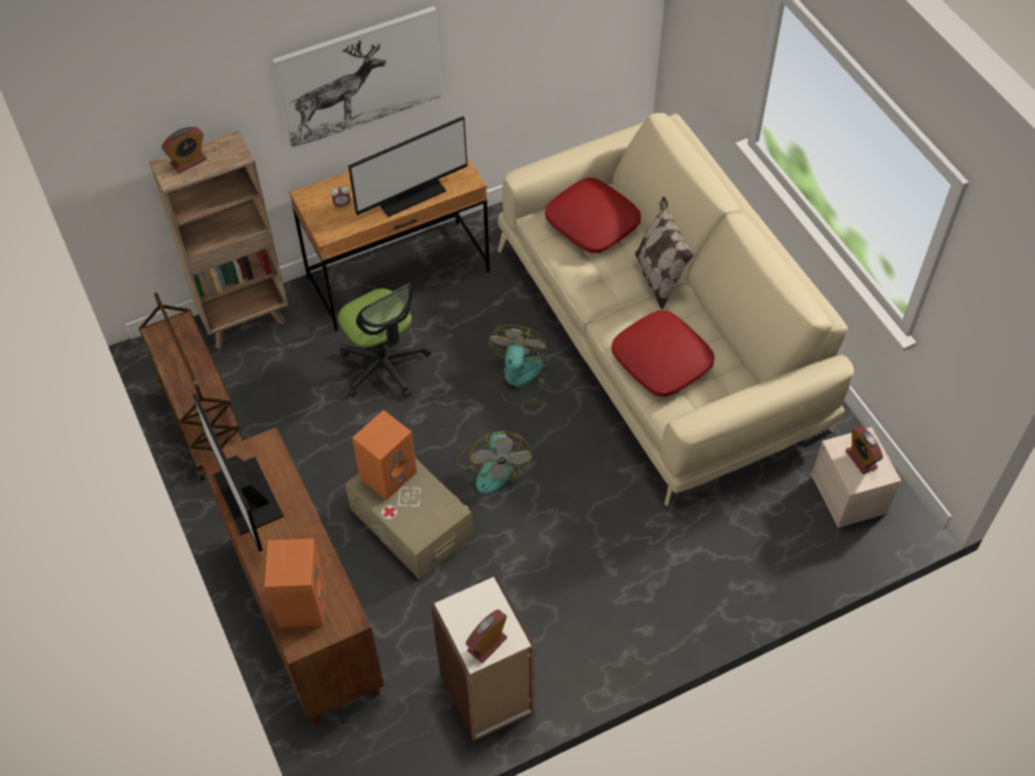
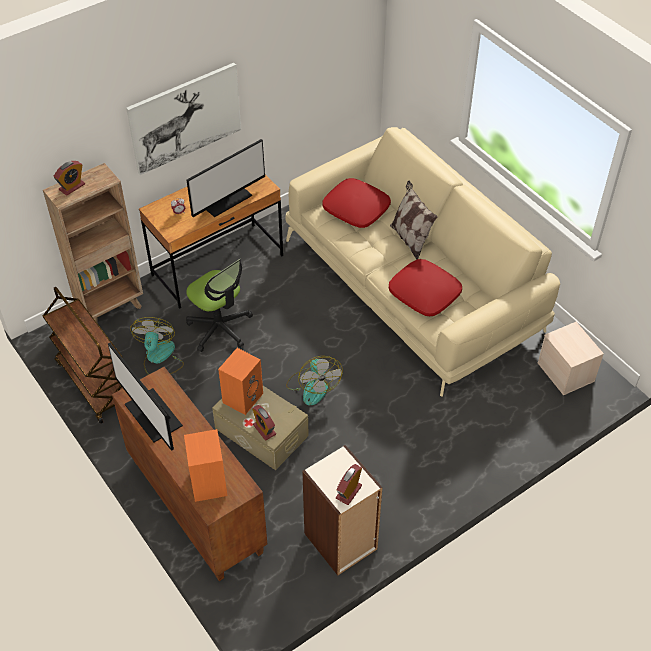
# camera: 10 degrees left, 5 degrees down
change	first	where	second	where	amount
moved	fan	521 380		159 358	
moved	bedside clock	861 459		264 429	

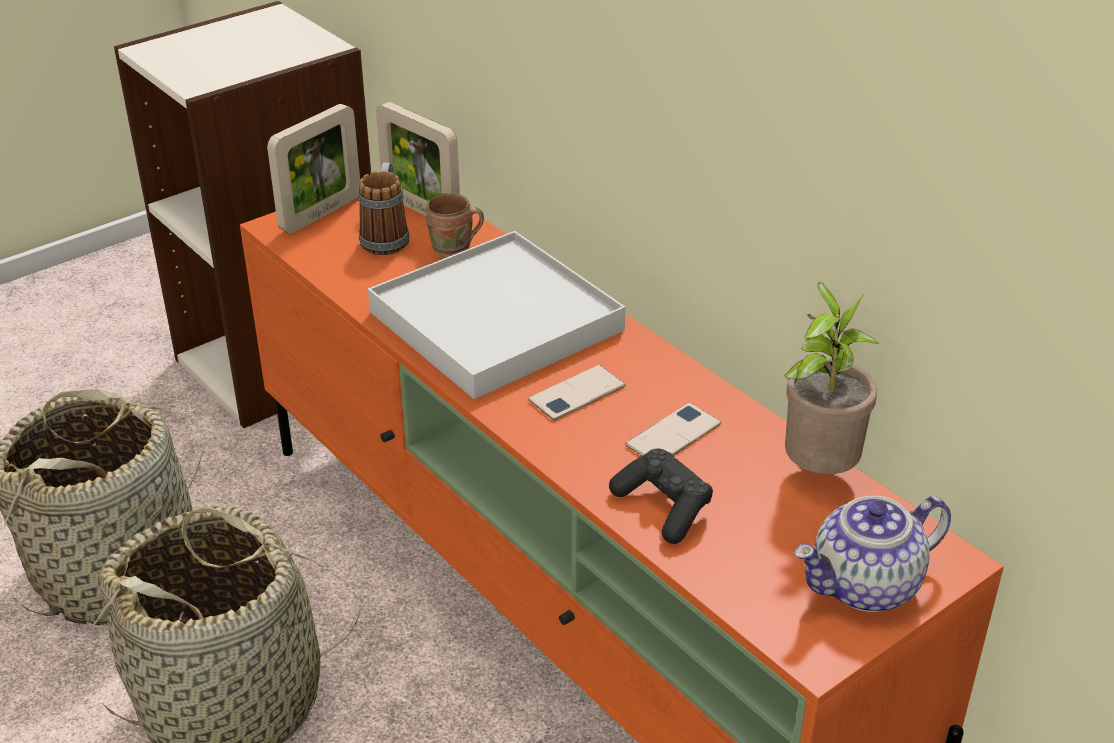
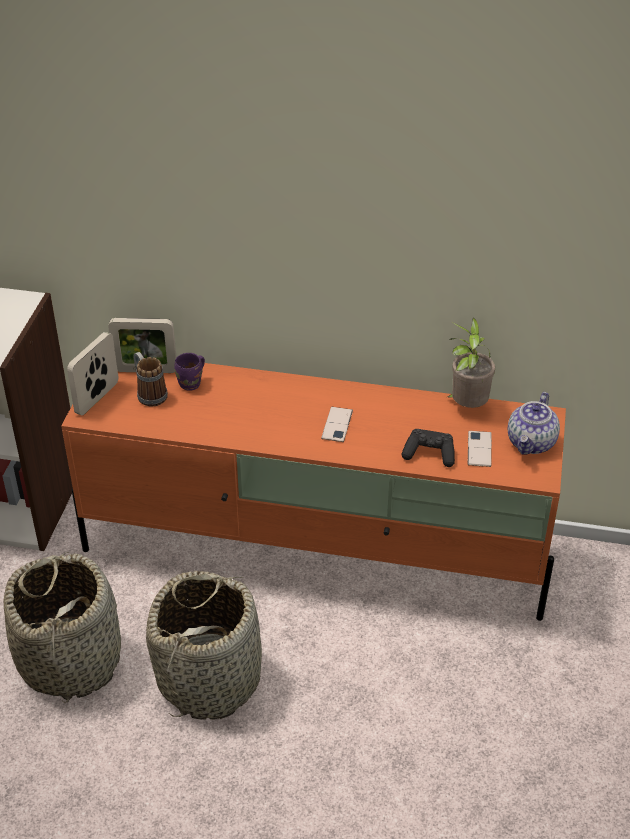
# camera: 40 degrees left, 5 degrees up
change	first	where	second	where	amount
turned	photo frame	321 214		97 398	150 degrees counterclockwise
recoloured	brown mug	454 250	purple mug	192 384	
removed	whitish serving tray	496 321			
moved	phone	673 435		479 449	

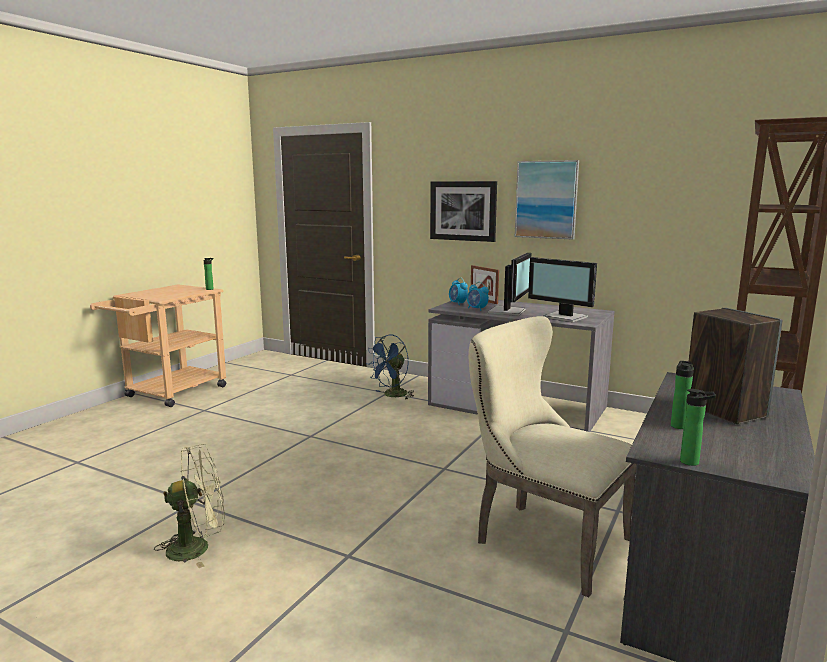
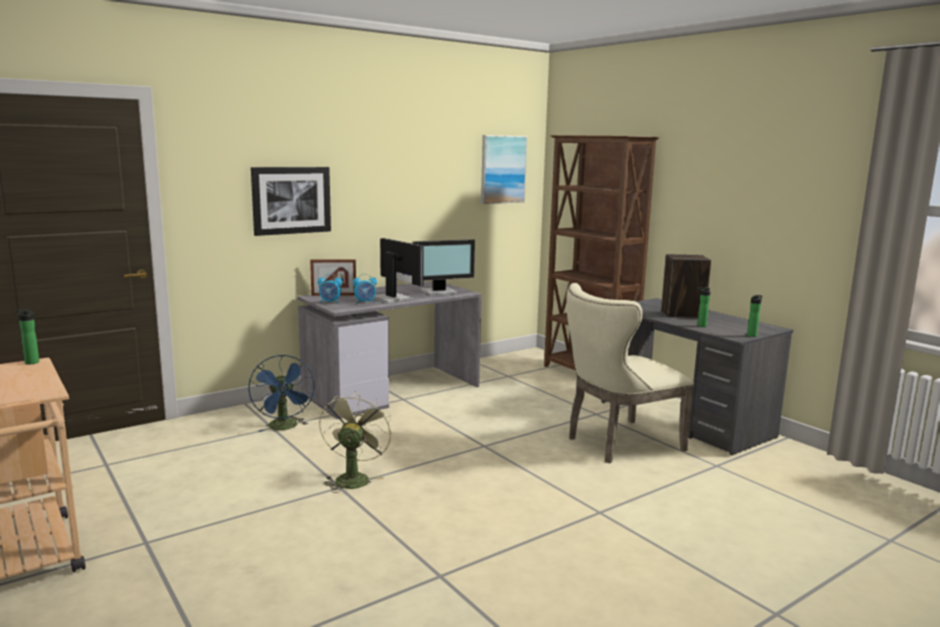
# camera: 65 degrees left, 0 degrees up
change	first	where	second	where	amount
moved	wall art	546 199		502 169	
moved	green fan	198 547		353 478	

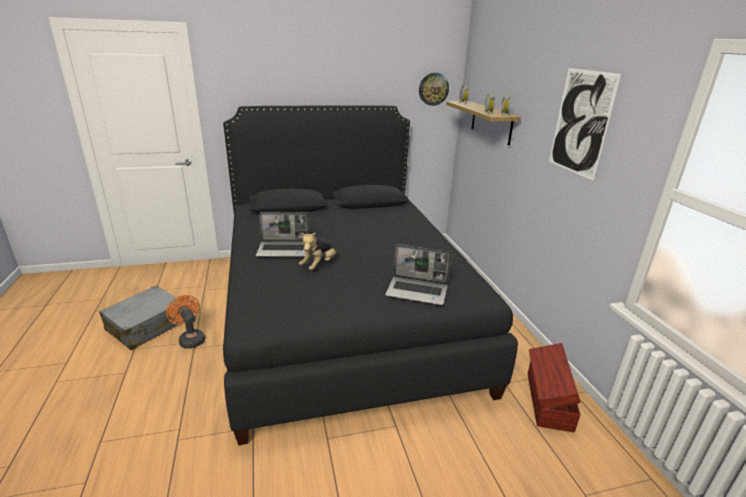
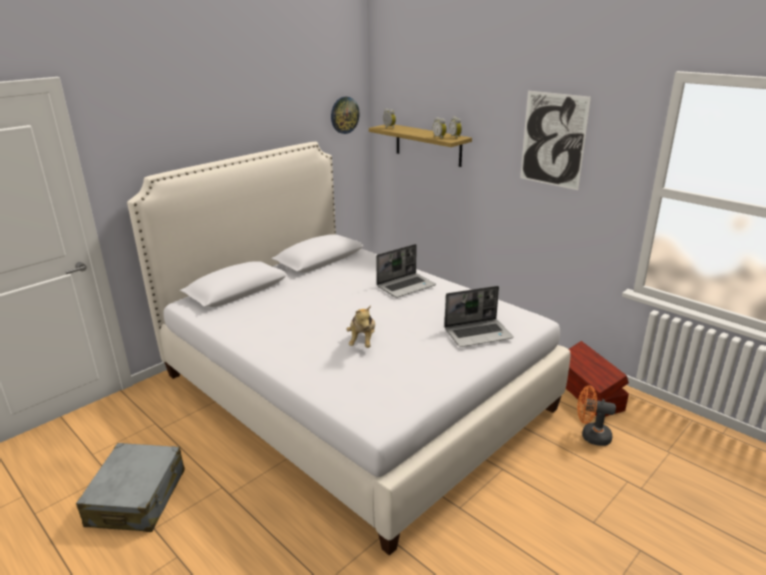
# camera: 30 degrees left, 0 degrees up
change	first	where	second	where	amount
recoloured	black-coloured sleeping bed	342 313	whitish sleeping bed	351 391	
moved	portable computer	284 250		406 286	
moved	orange-coloured fan	190 339		591 436	

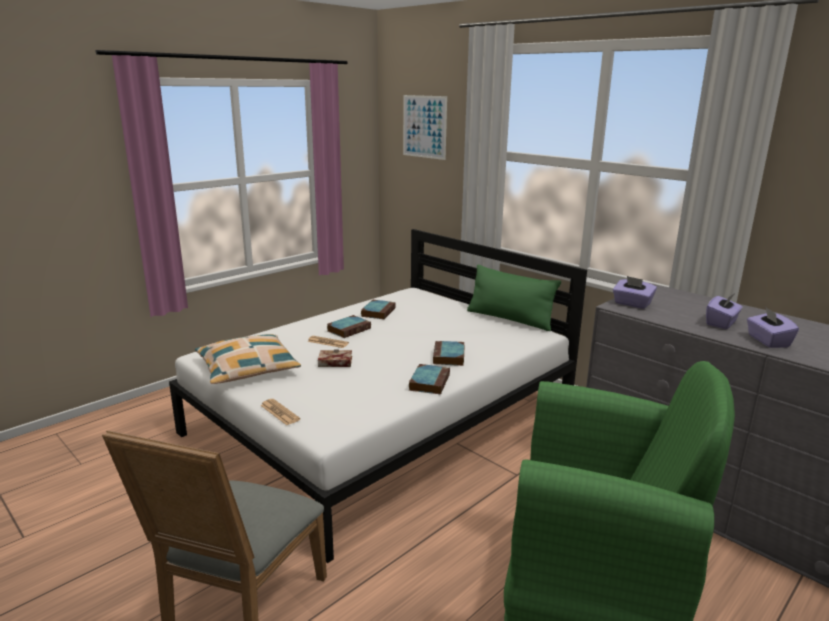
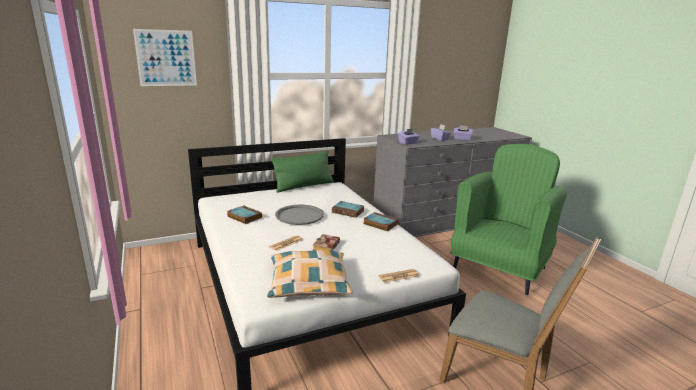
# camera: 70 degrees left, 0 degrees up
change	first	where	second	where	amount
removed	bound book	349 329			
added			gray serving tray	299 215	

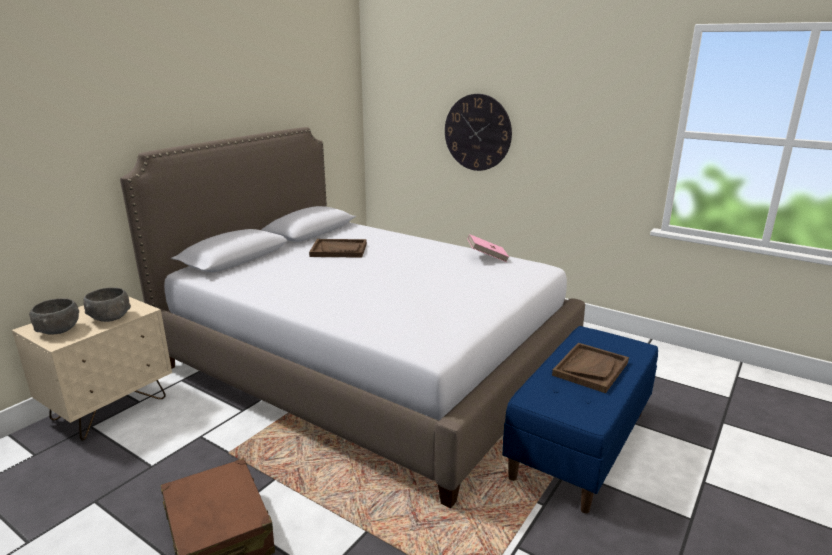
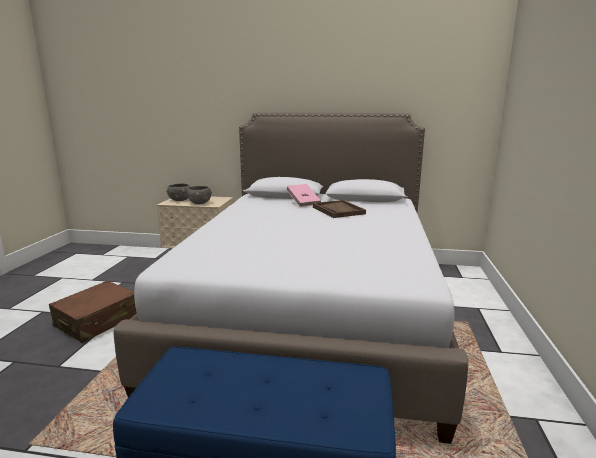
# camera: 65 degrees right, 5 degrees down
change	first	where	second	where	amount
removed	hanging clock	477 132			
moved	pinkish bound book	487 257		303 203	
removed	brown serving tray	590 369			

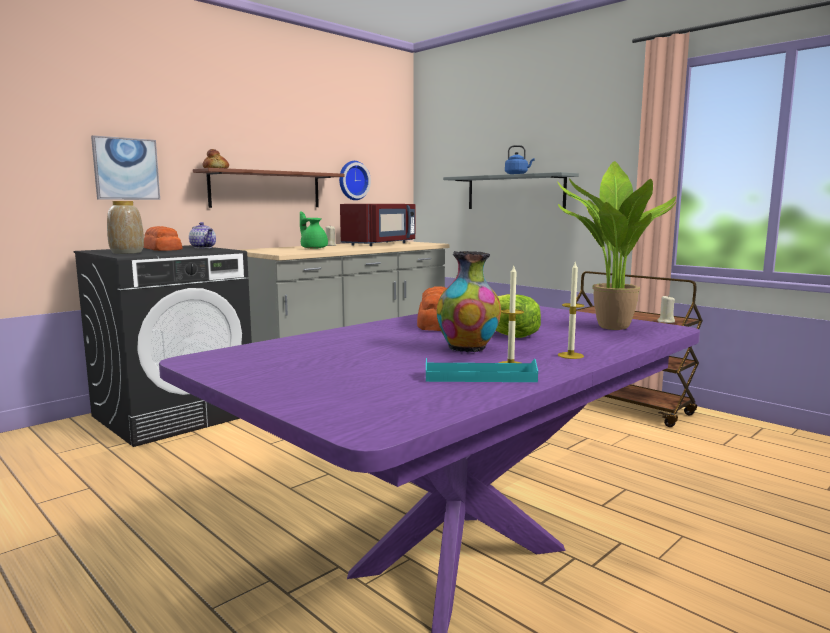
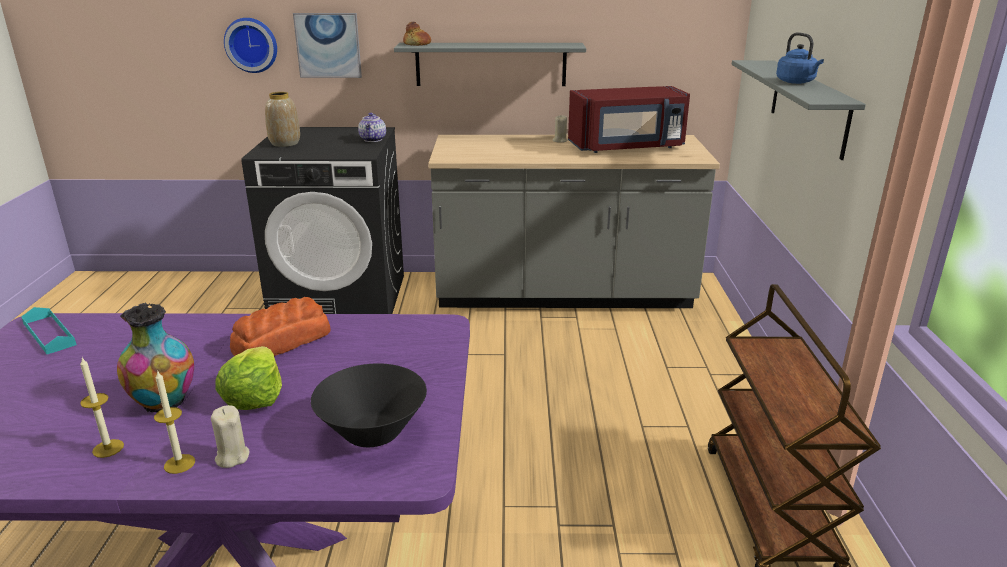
# camera: 45 degrees right, 15 degrees up
change	first	where	second	where	amount
moved	hanging clock	352 180		252 45	
replaced	plant in a pot	607 327	black-coloured serving bowl	372 432	
recoloured	brown wall shelf	266 189	gray wall shelf	491 64	
removed	green pot for tea	313 248			
removed	baked bread	162 249			
moved	beige wax candle	666 321		232 457	
moved	turquoise serving tray	480 377		49 334	

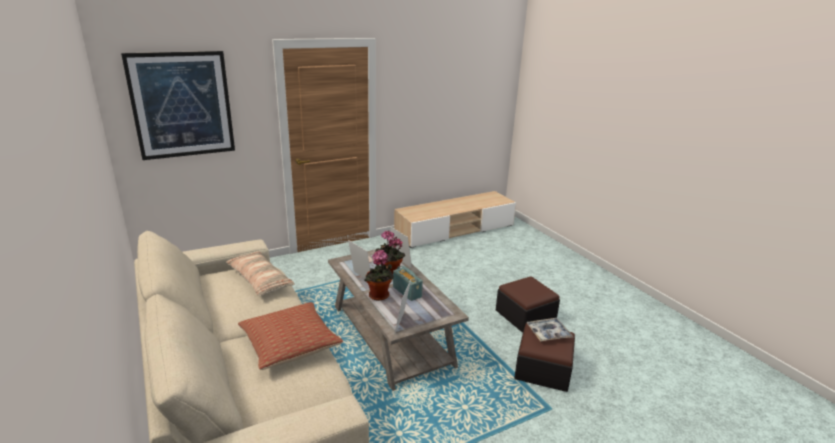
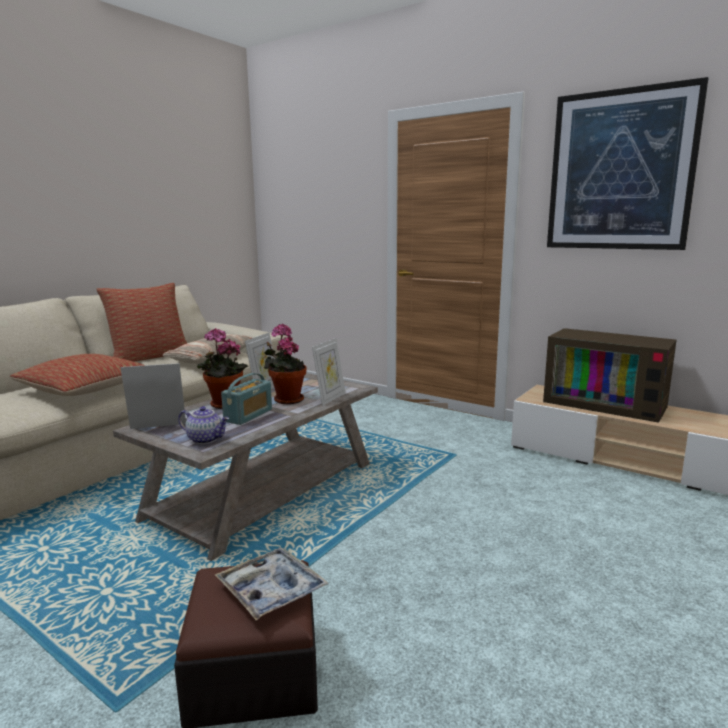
# camera: 65 degrees right, 10 degrees down
change	first	where	second	where	amount
moved	wall art	182 105		620 171	
removed	footrest	525 315			
added			cushion	149 357	
added			TV	606 403	
added			pot for tea	206 439	

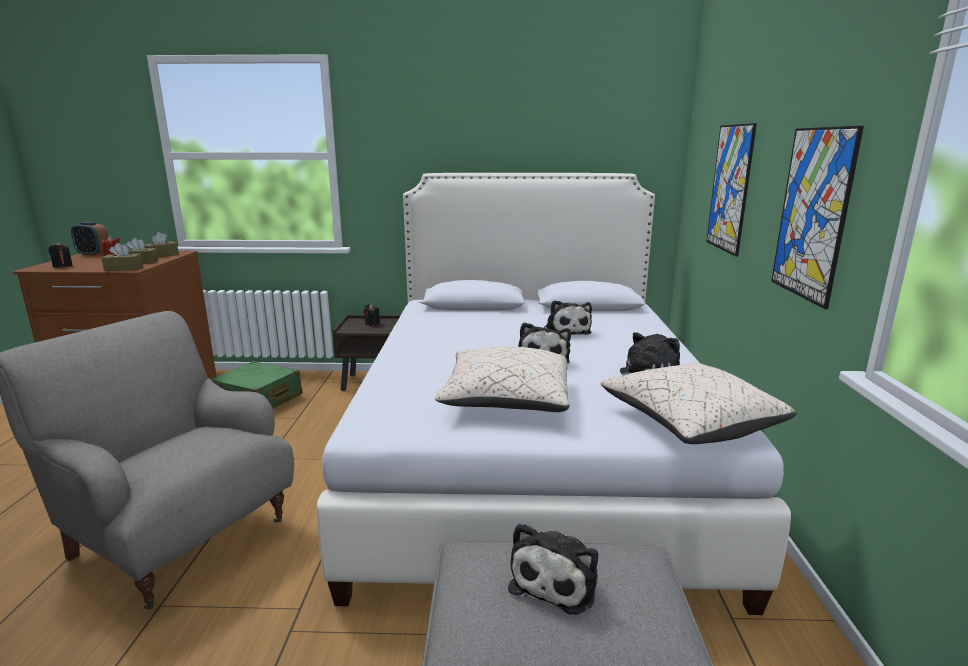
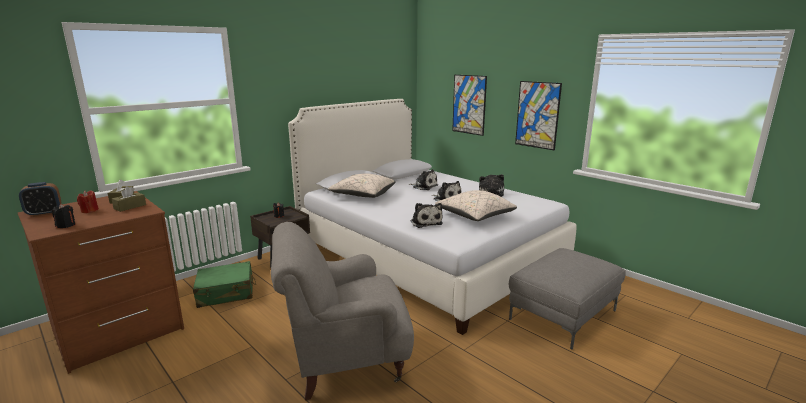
# camera: 45 degrees left, 0 degrees up
change	first	where	second	where	amount
removed	brown tissue holder	124 268			
moved	beige cushion	689 422		363 195	
moved	soft toy	556 580		425 222	

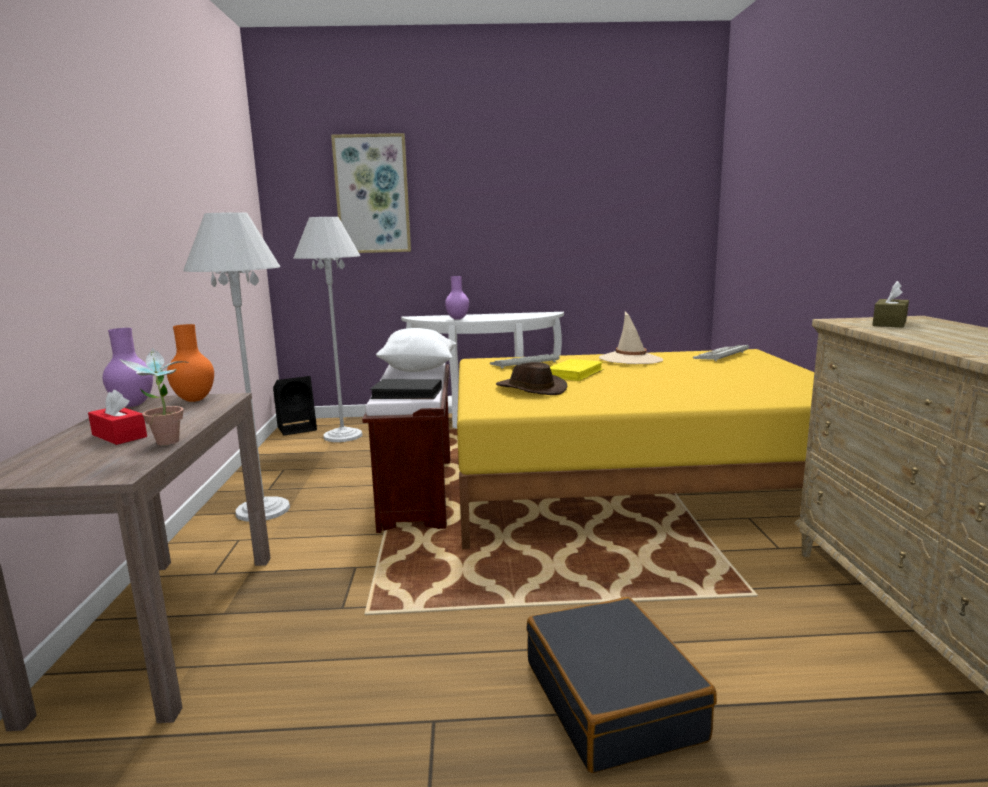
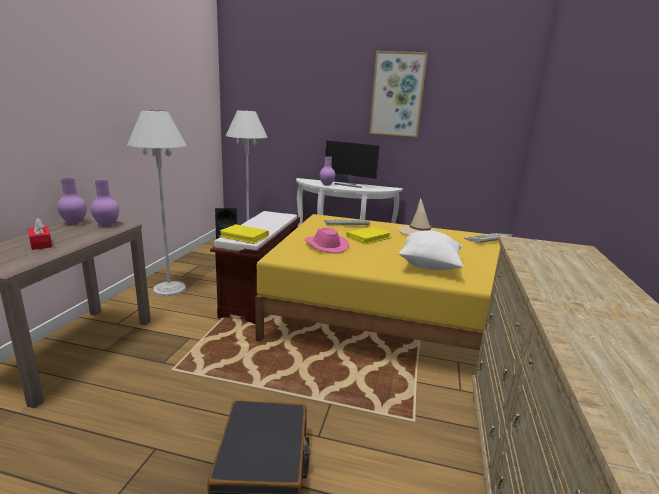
# camera: 15 degrees right, 5 degrees up
change	first	where	second	where	amount
moved	wall art	372 194		397 94	
removed	brown tissue holder	889 323			
recoloured	orange-coloured flower vase	195 400	purple flower vase	107 225	
moved	whitish cushion	419 370		429 266	
removed	plant in a pot	167 444			
recoloured	brown wearable hat	530 389	pinkish wearable hat	325 246	
recoloured	black-coloured bound book	407 393	yellow bound book	244 236	
added			monitor	349 185	

